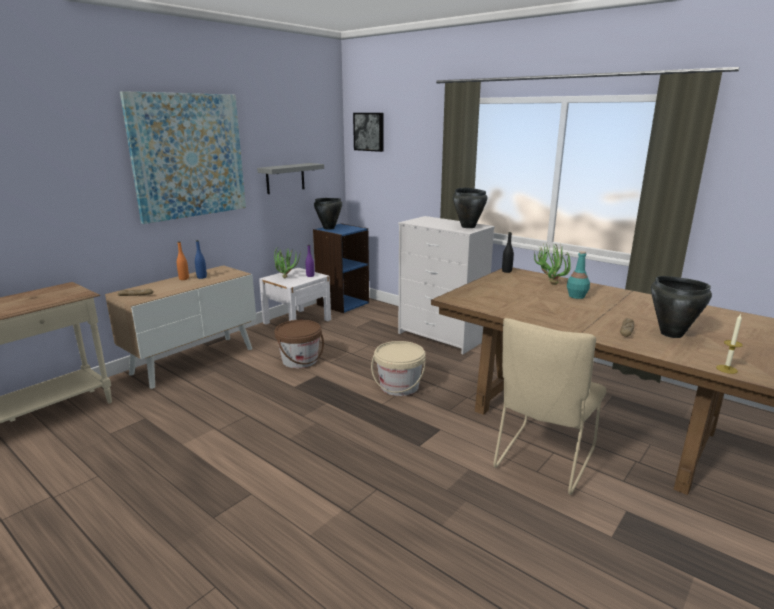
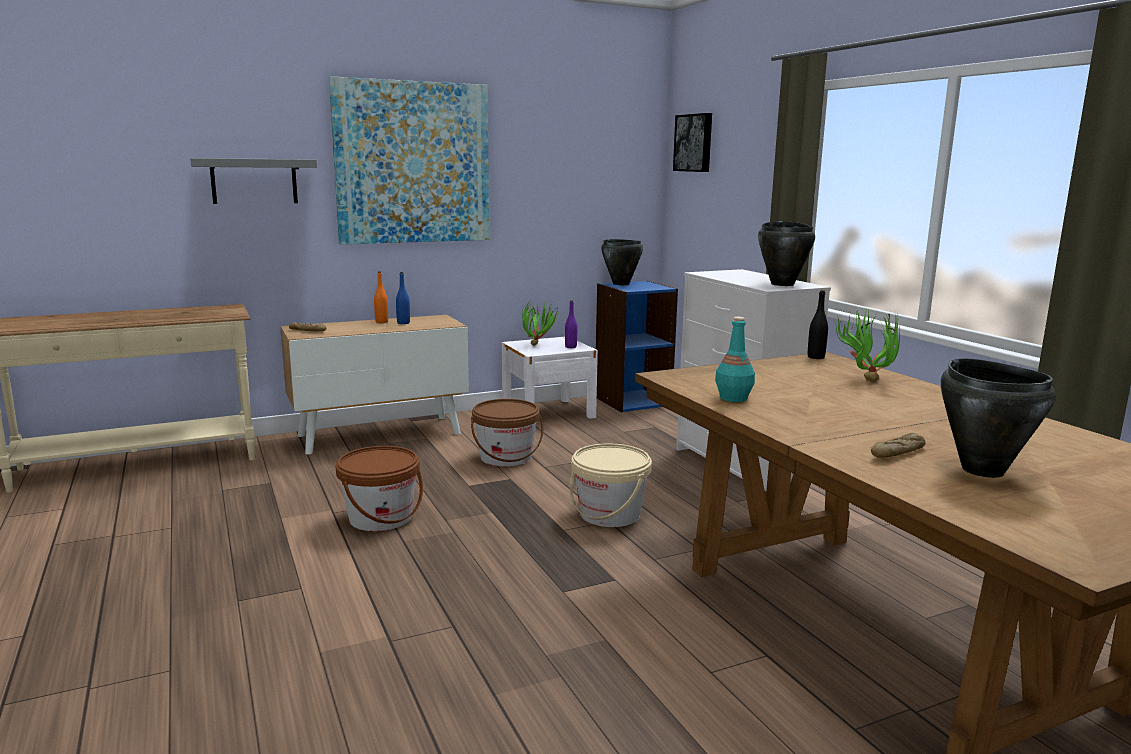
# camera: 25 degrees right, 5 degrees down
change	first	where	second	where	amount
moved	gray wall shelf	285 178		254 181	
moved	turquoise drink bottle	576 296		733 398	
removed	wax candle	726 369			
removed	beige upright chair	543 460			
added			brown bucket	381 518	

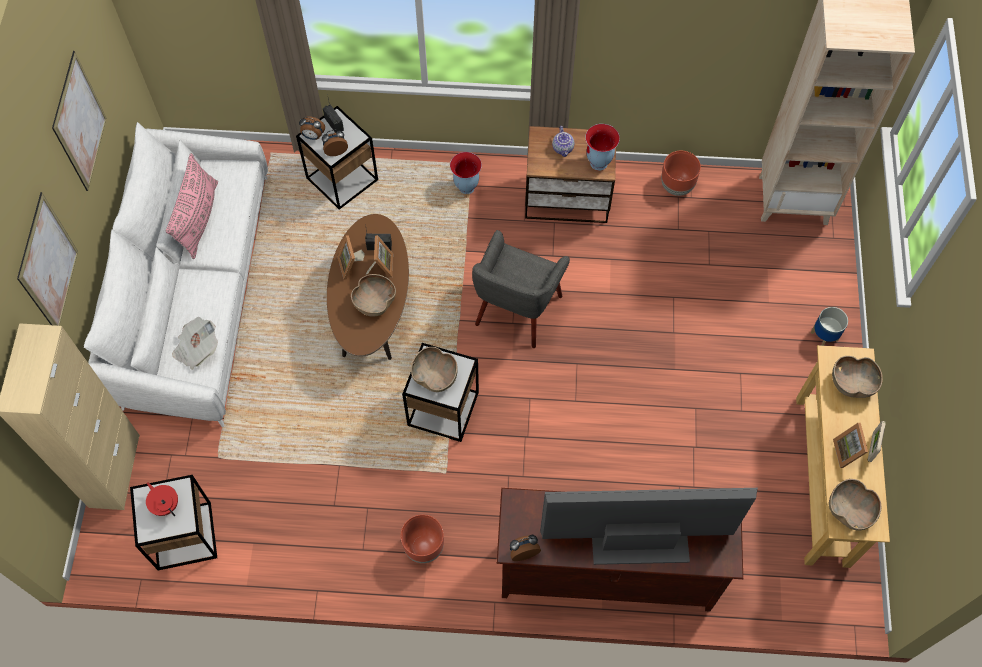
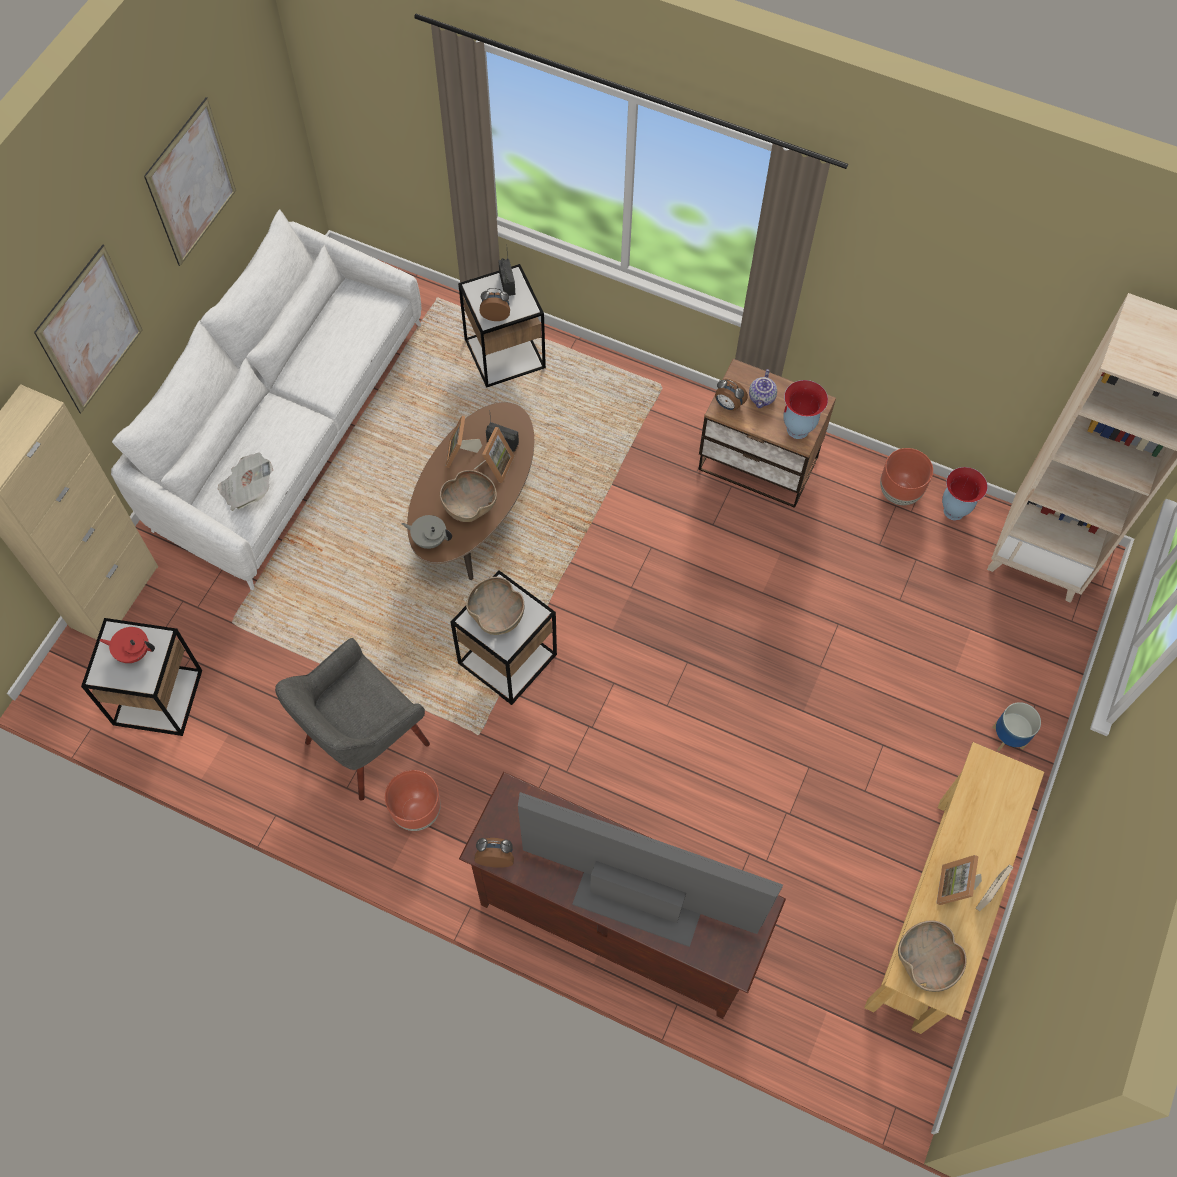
# camera: 20 degrees right, 0 degrees up
change	first	where	second	where	amount
moved	bedside clock	313 136		728 405	
moved	flower vase	466 187		953 510	
removed	pinkish cushion	199 219			
moved	gray lounge chair	517 310		364 742	
removed	brown serving bowl	852 384			
turned	reddish pot for tea	165 504		133 651	60 degrees counterclockwise
added			gray pot for tea	429 539	

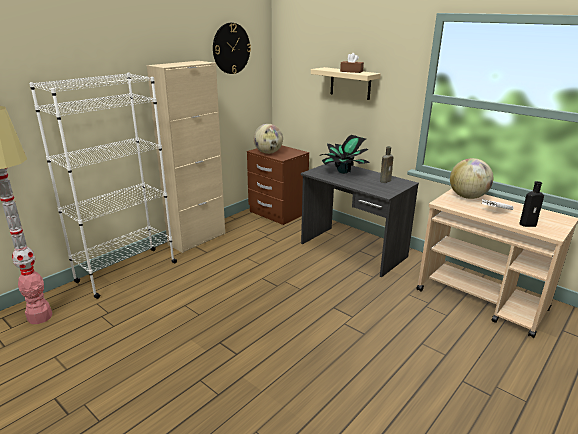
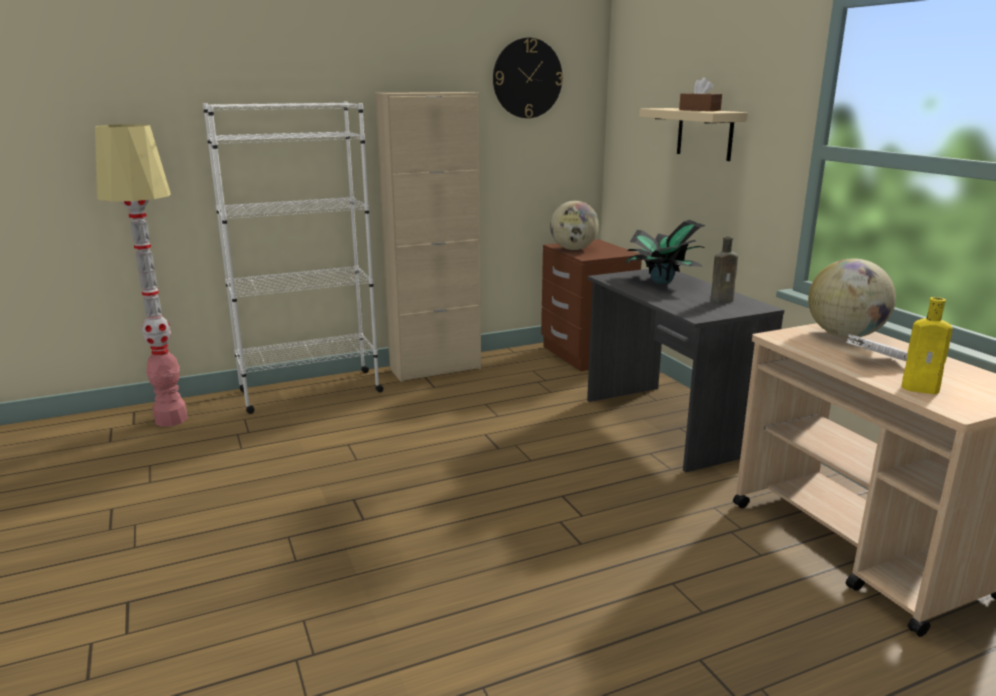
# camera: 25 degrees right, 5 degrees down
change	first	where	second	where	amount
recoloured	black-coloured drink bottle	529 224	yellow drink bottle	922 389	

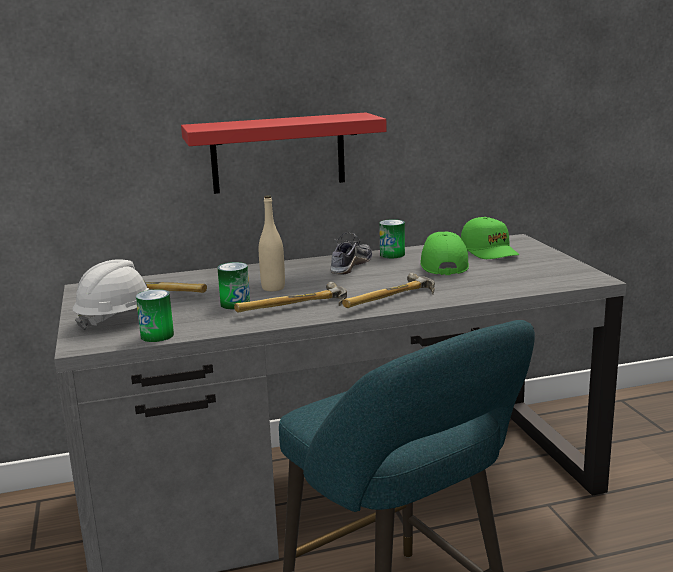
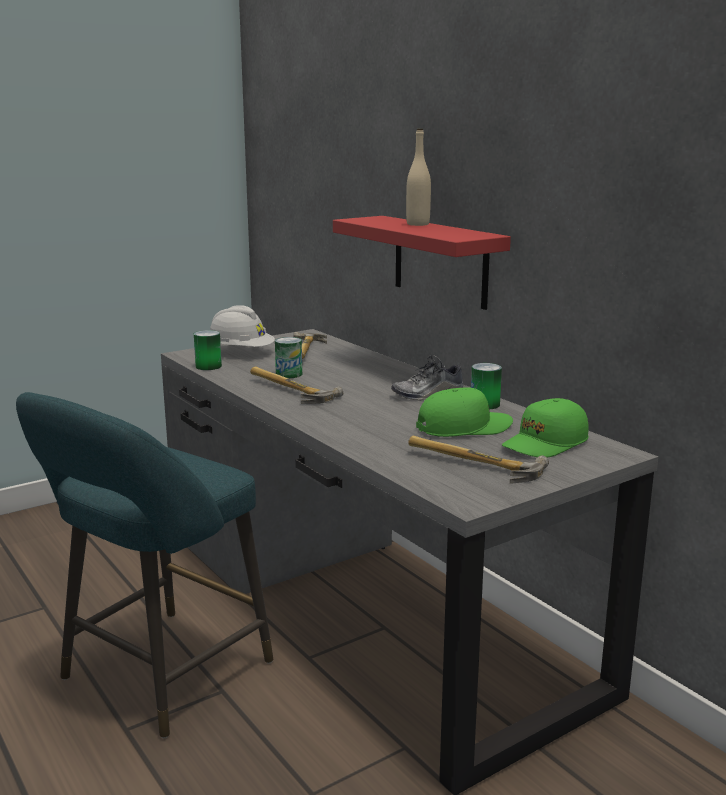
# camera: 70 degrees right, 0 degrees up
change	first	where	second	where	amount
moved	beige drink bottle	273 288		418 224	
turned	shoe	350 266		428 394	150 degrees clockwise
moved	hammer	393 300		472 467	

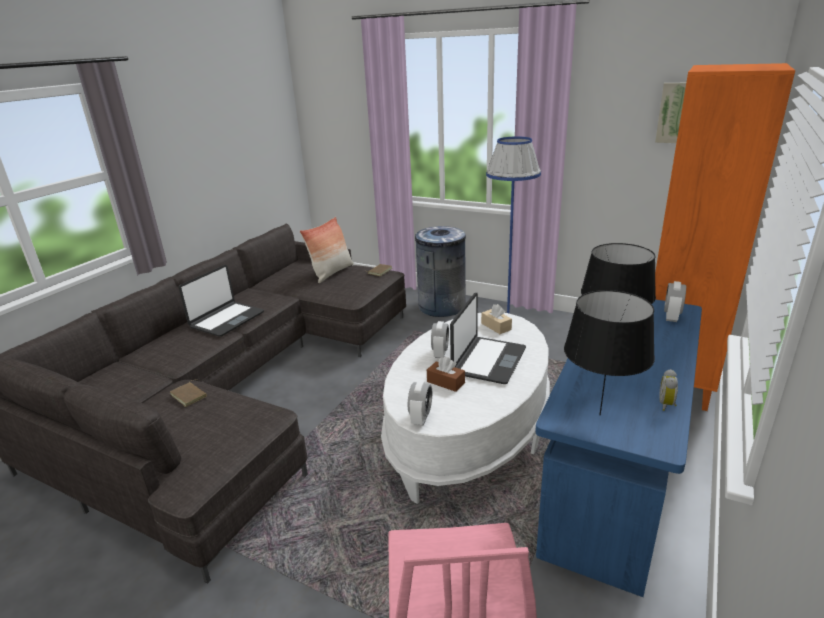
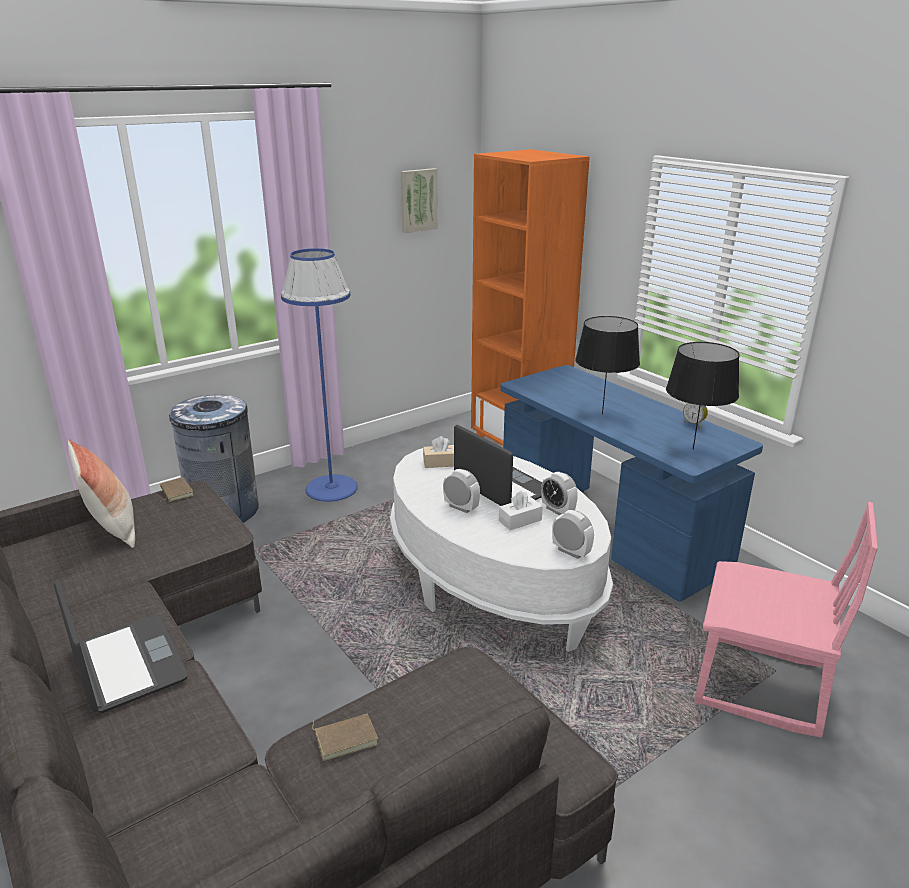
# camera: 65 degrees left, 0 degrees up
change	first	where	second	where	amount
moved	bedside clock	671 317		558 510	
recoloured	brown tissue holder	446 382	whitish tissue holder	520 520	

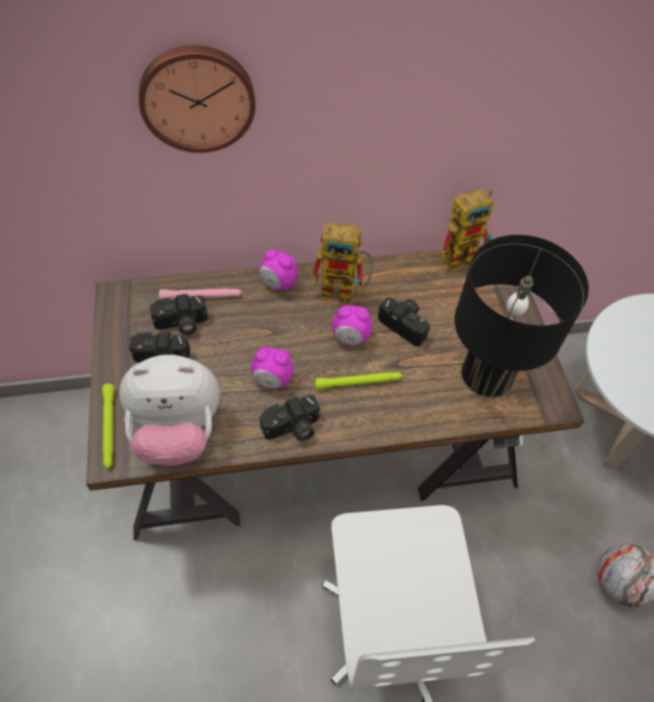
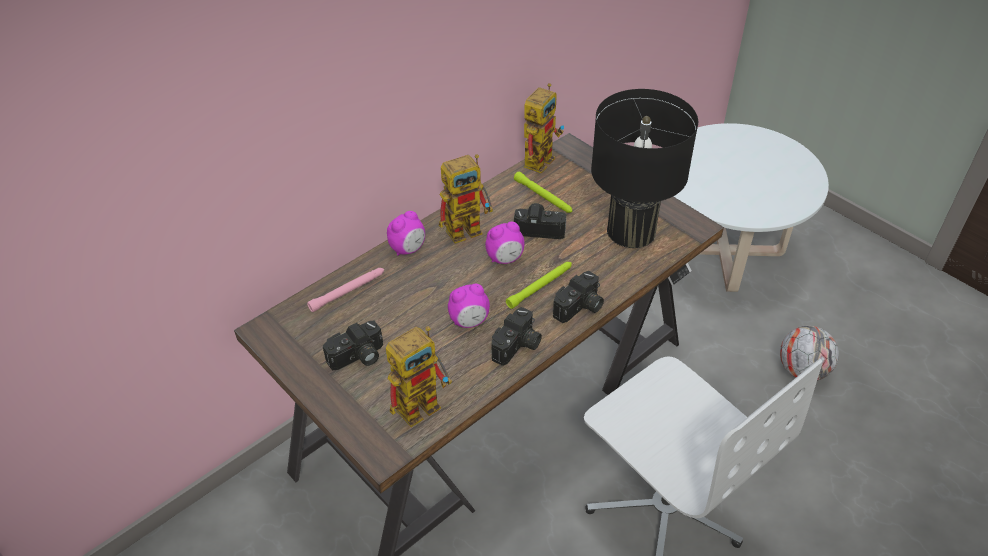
# camera: 30 degrees left, 10 degrees down
change	first	where	second	where	amount
removed	hanging clock	197 97			
turned	bedside clock	278 284		408 249	45 degrees counterclockwise
moved	still camera	181 324		580 308	
replaced	soft toy	177 432	robot figure	423 401	
moved	green torch	109 428		543 197	

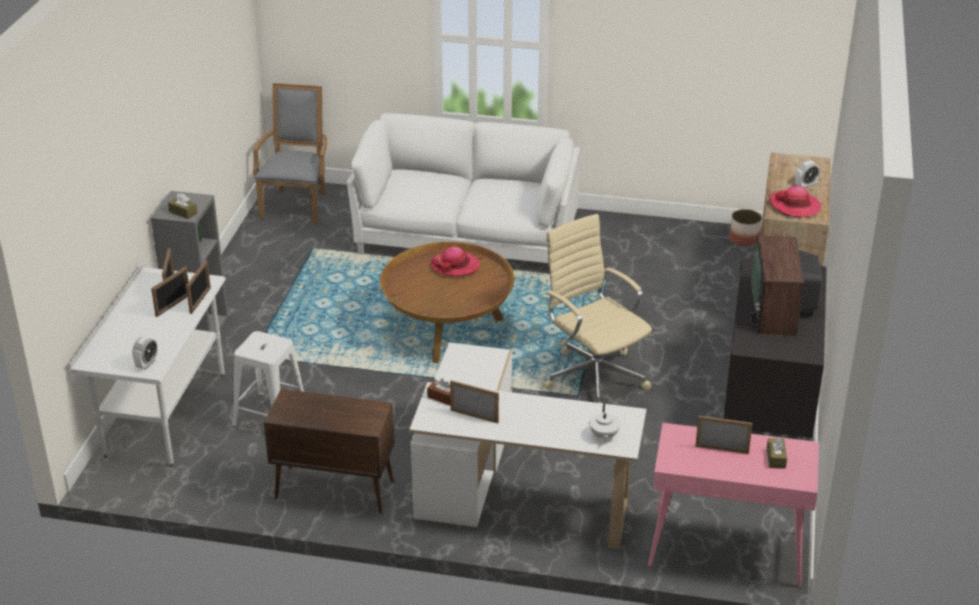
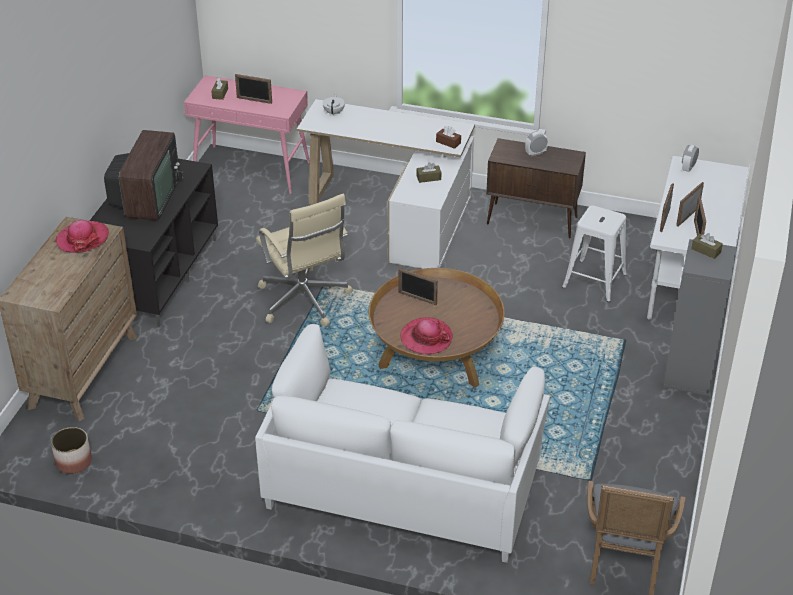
# camera: 175 degrees left, 5 degrees up
change	first	where	second	where	amount
moved	bedside clock	805 185		535 153	
moved	photo frame	474 416		417 298	
added			brown tissue holder	428 178	

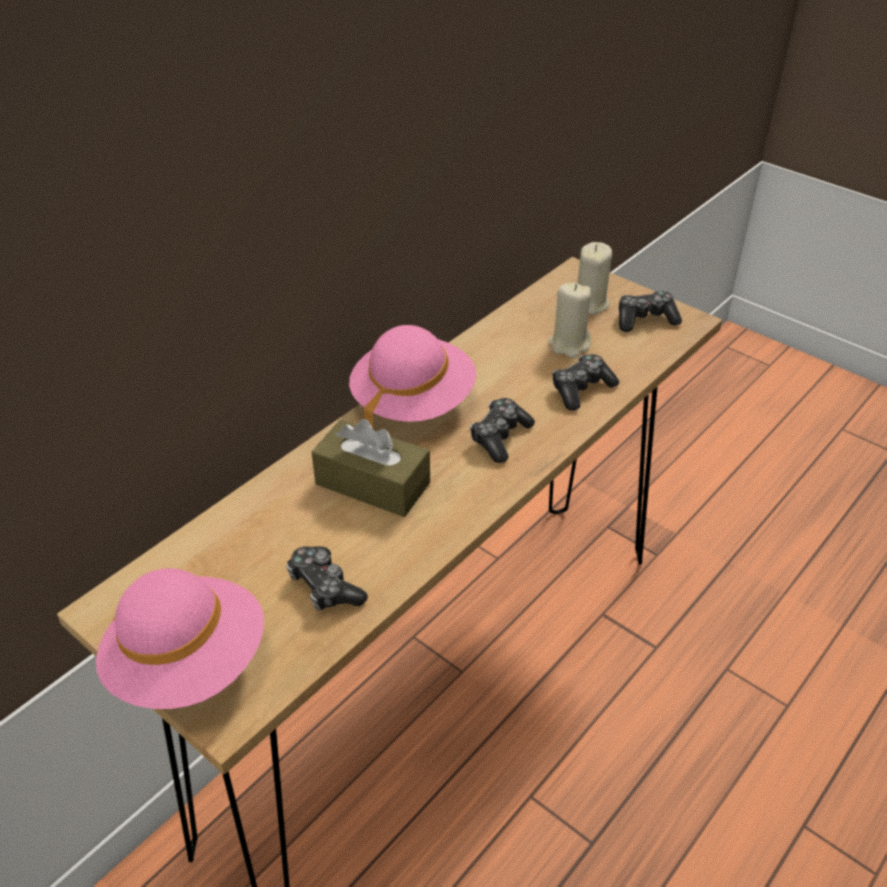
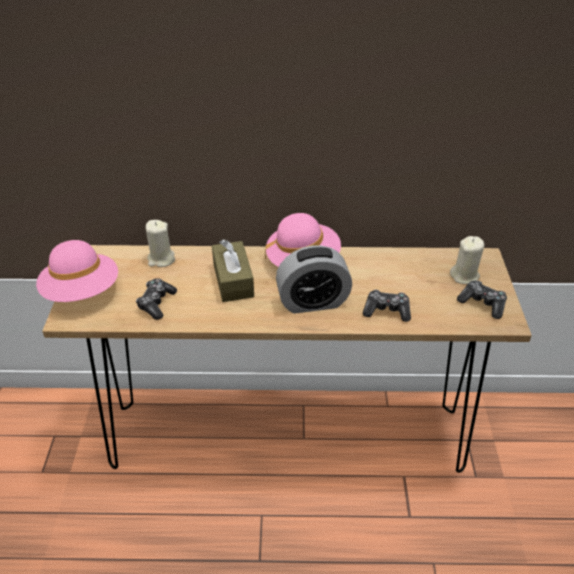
# camera: 50 degrees right, 0 degrees up
change	first	where	second	where	amount
moved	beige wax candle	569 345		161 259	
replaced	gamepad	500 437	bedside clock	313 302	

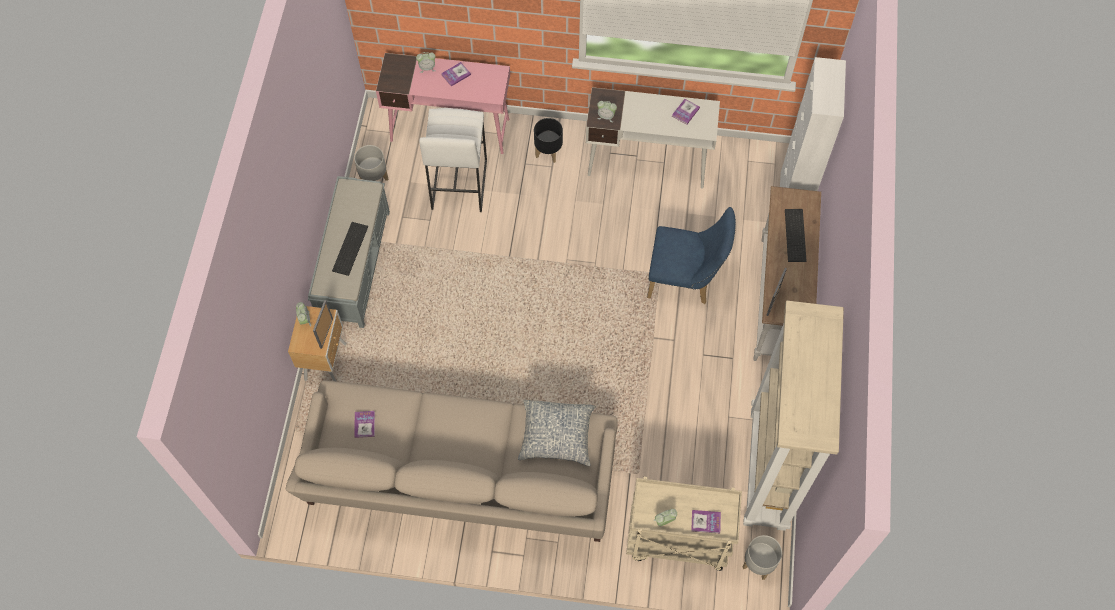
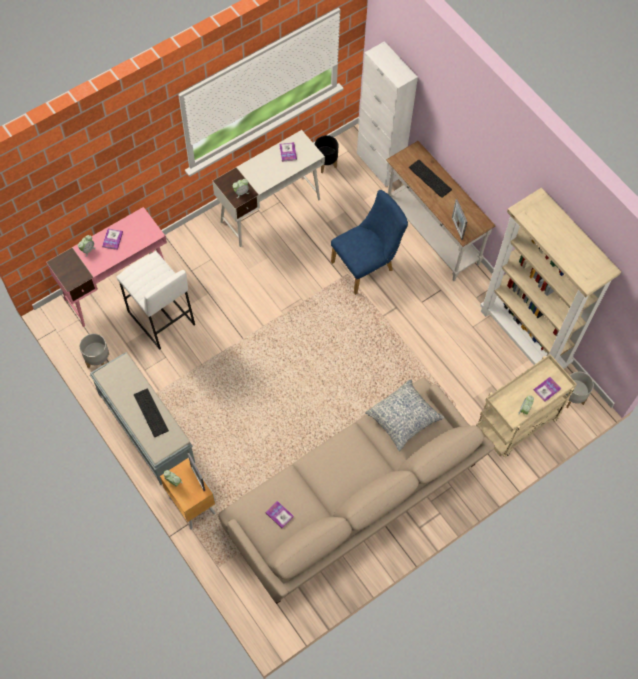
# camera: 45 degrees left, 0 degrees up
change	first	where	second	where	amount
moved	black-coloured flower pot	548 151		326 163	

